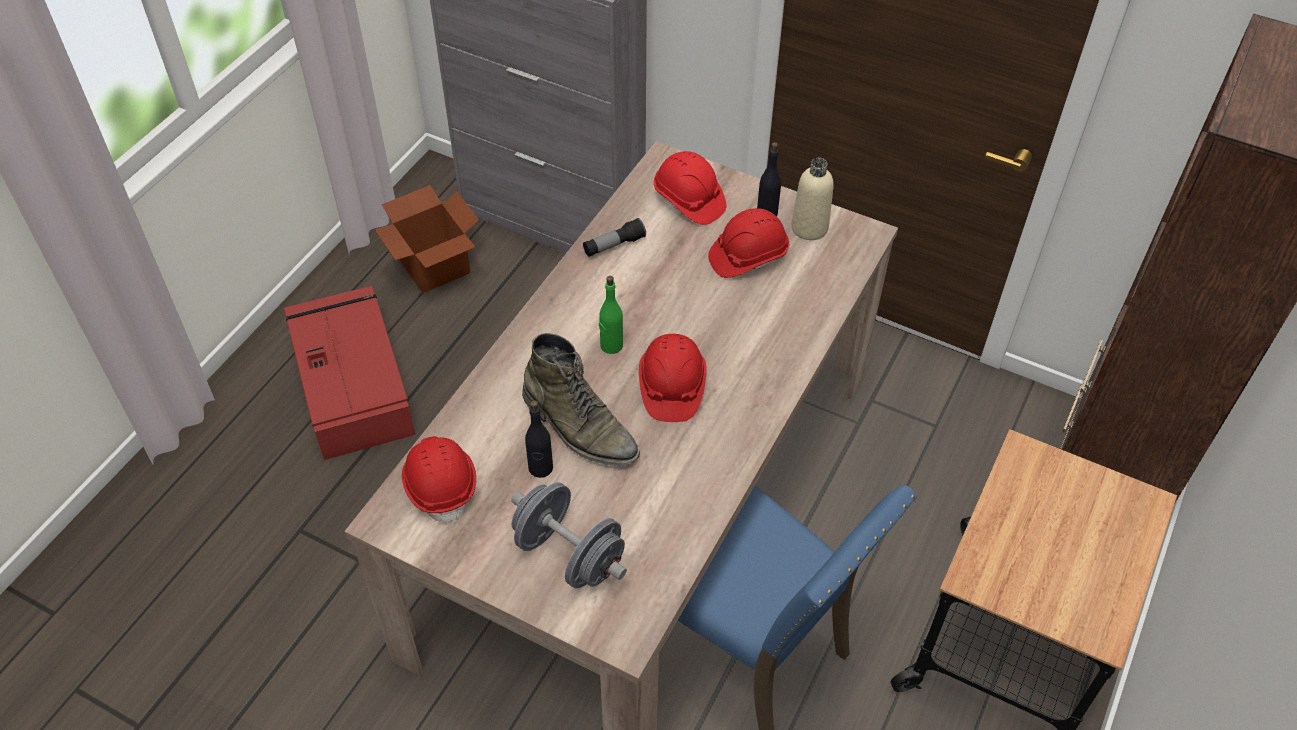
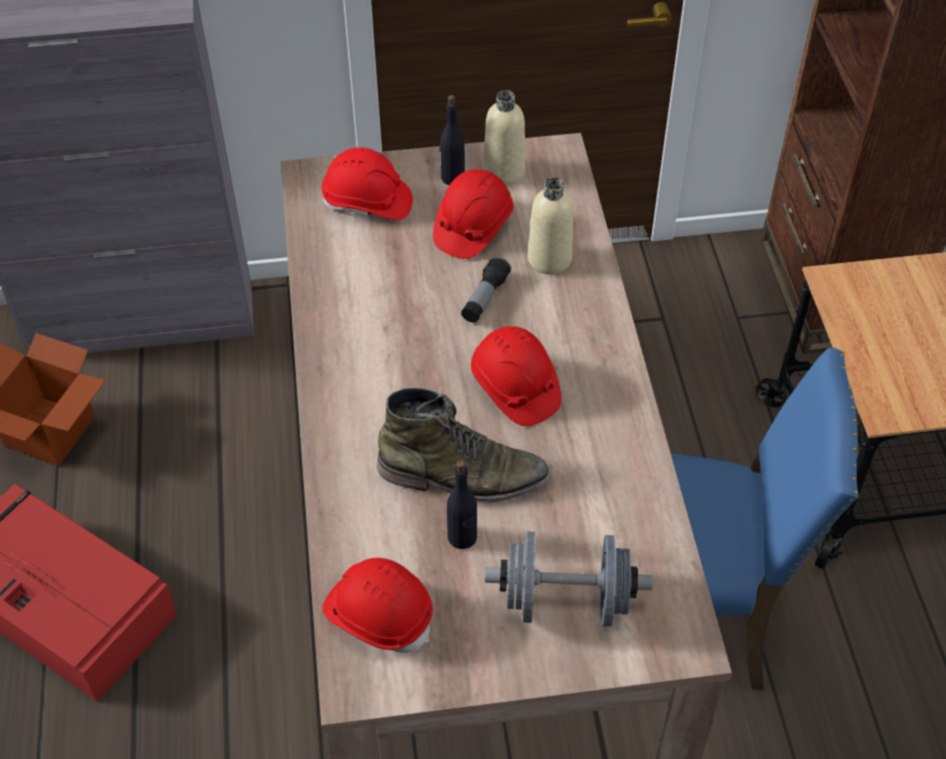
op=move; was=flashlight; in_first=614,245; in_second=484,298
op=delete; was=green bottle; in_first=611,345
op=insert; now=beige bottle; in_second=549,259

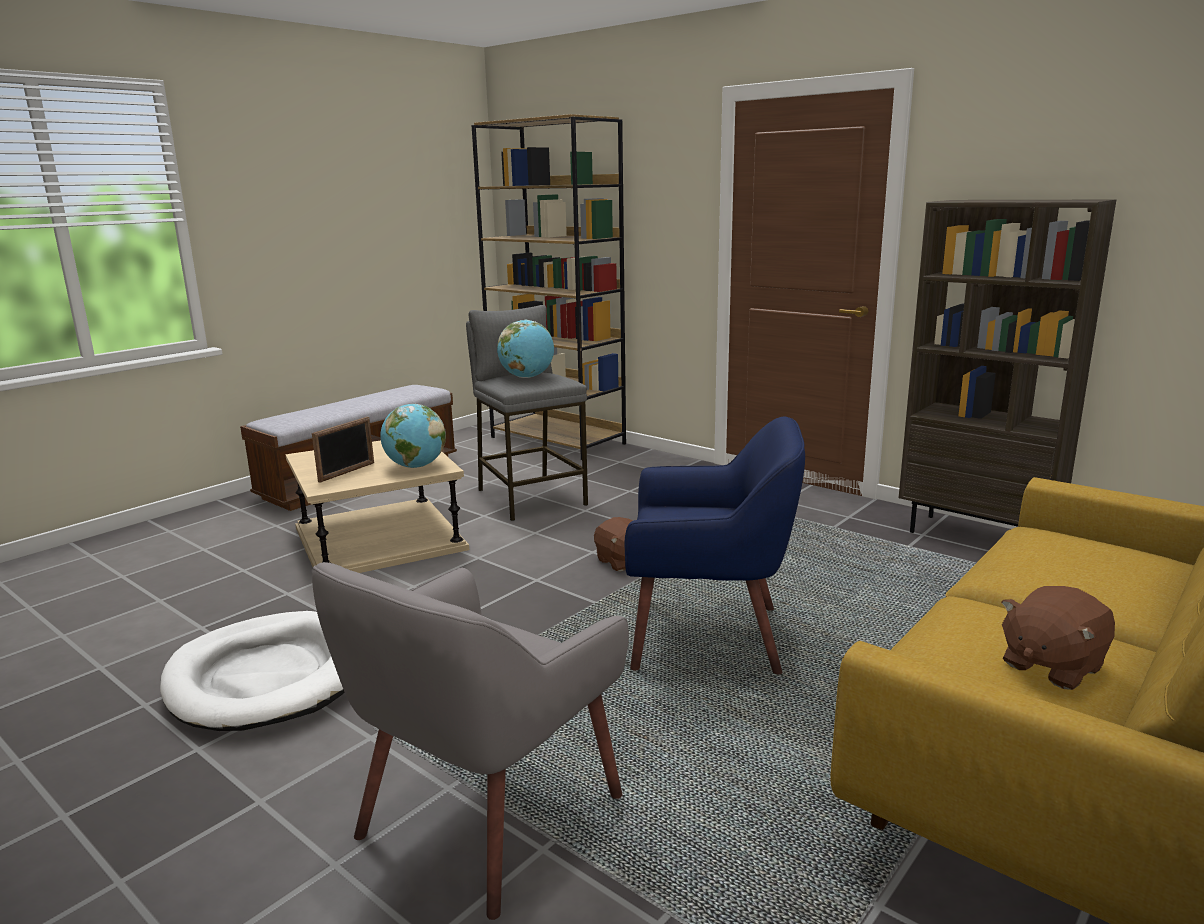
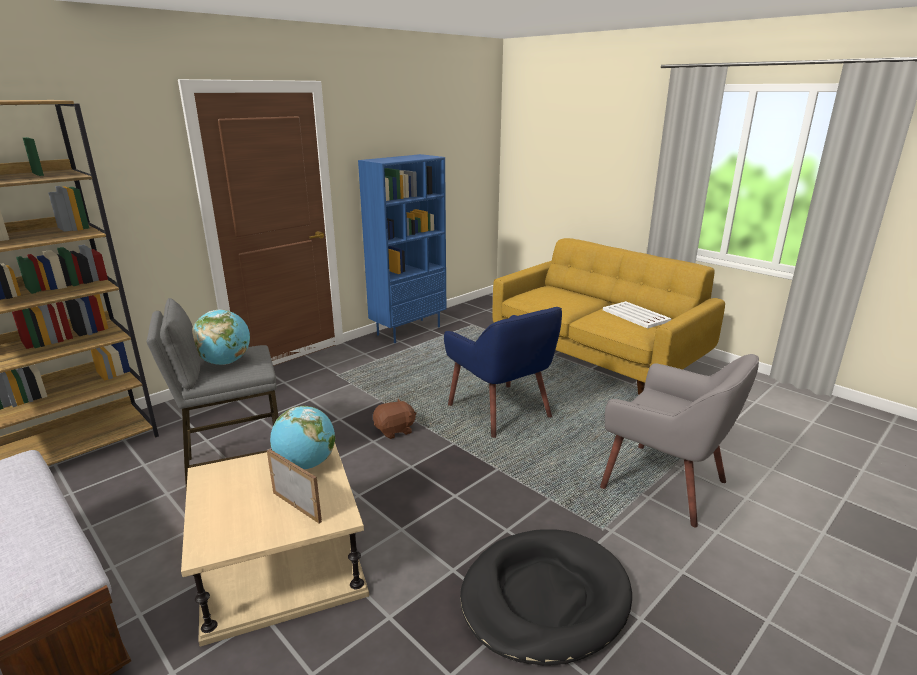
op=recolor; was=white dog bed; now=black dog bed; in_first=267,677; in_second=544,598
op=rotate; was=blue armchair; in_first=709,636; in_second=501,411; clockwise=135
op=recolor; was=brown bookcase; now=blue bookcase; in_first=978,537; in_second=408,330
op=replace; was=brown plush toy; now=white tray; in_first=1051,665; in_second=635,315

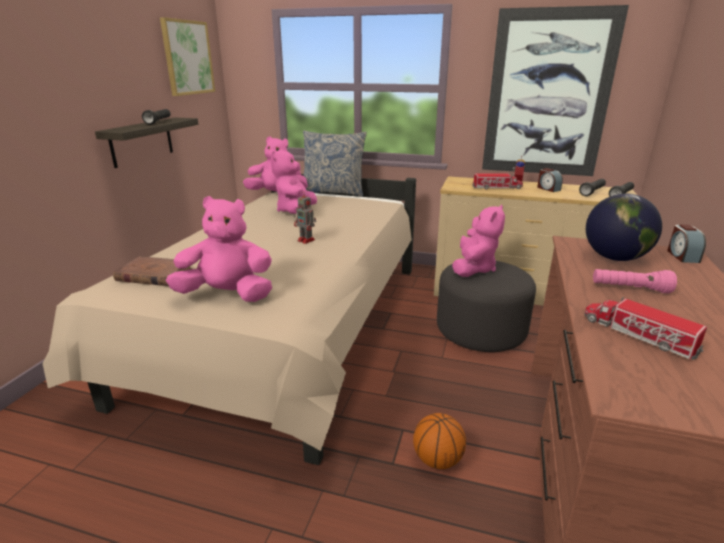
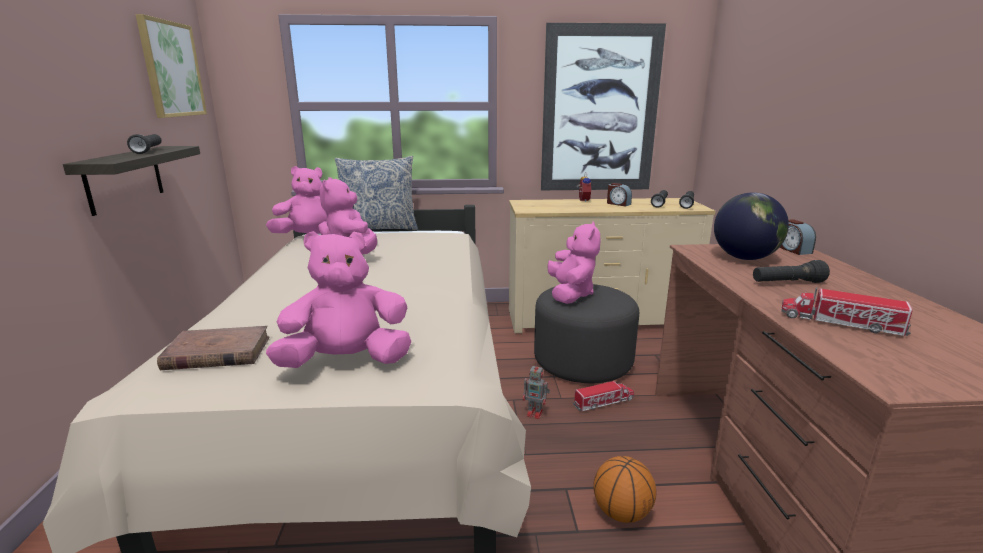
op=move; was=toy robot; in_first=306,240; in_second=535,413
op=move; was=toy truck; in_first=496,188; in_second=604,402
op=recolor; was=pink flashlight; now=black flashlight; in_first=630,289; in_second=787,283

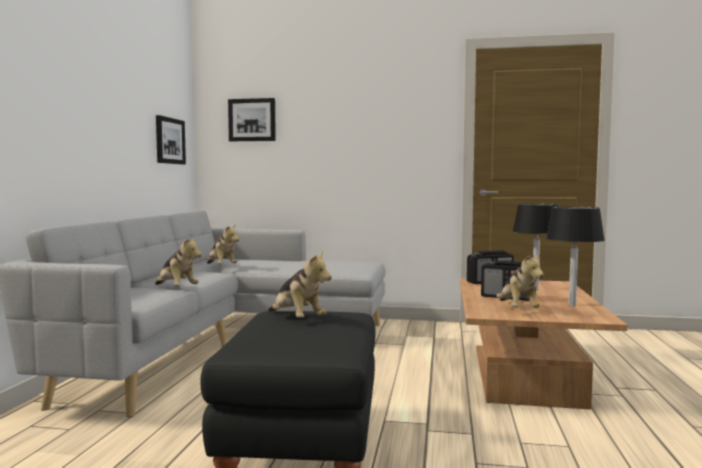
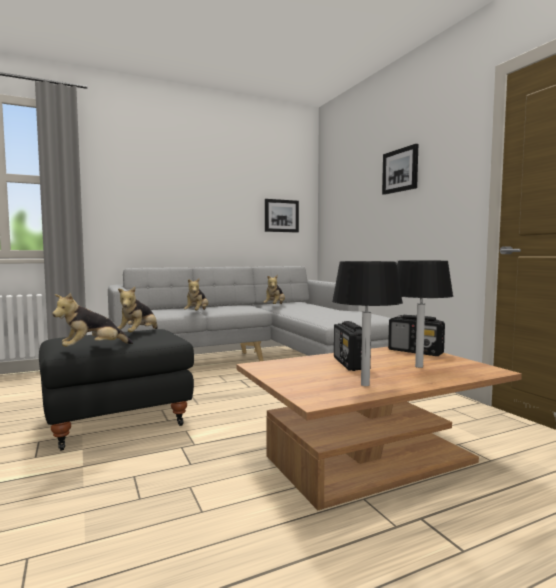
op=move; was=picture; in_first=252,120; in_second=400,170
op=move; was=plush toy; in_first=517,309; in_second=92,349

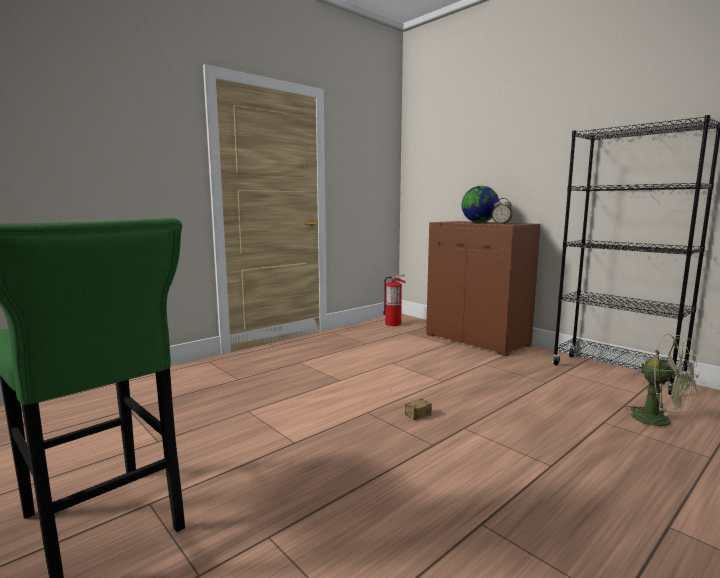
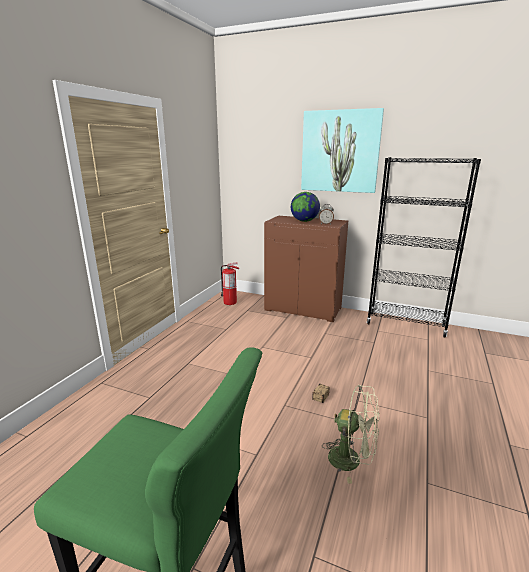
op=move; was=green fan; in_first=660,421; in_second=351,460
op=insert; now=picture; in_second=340,151

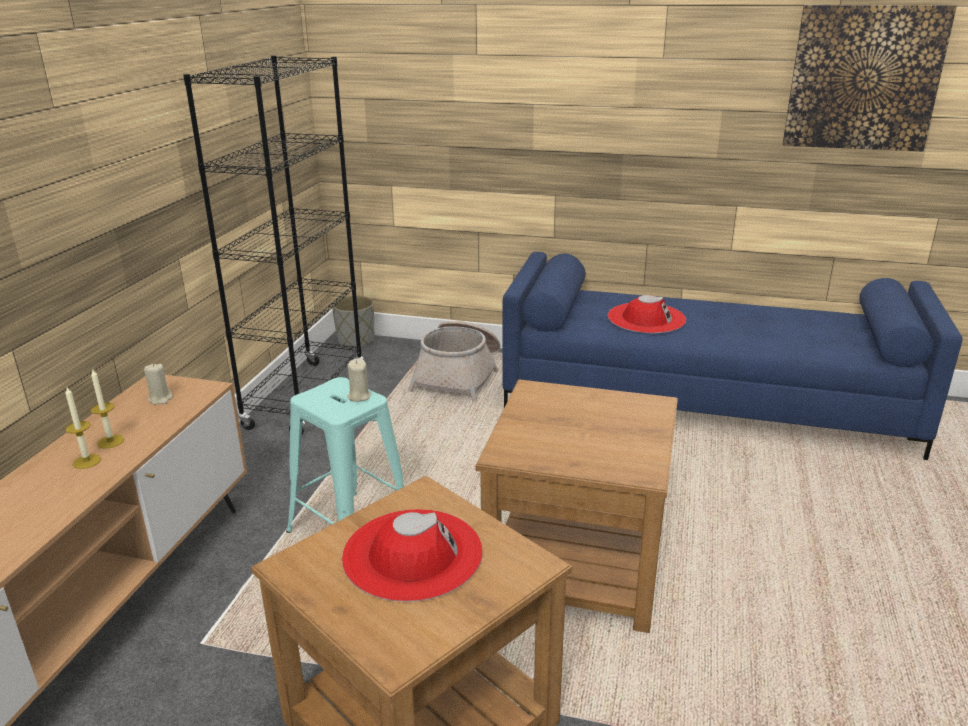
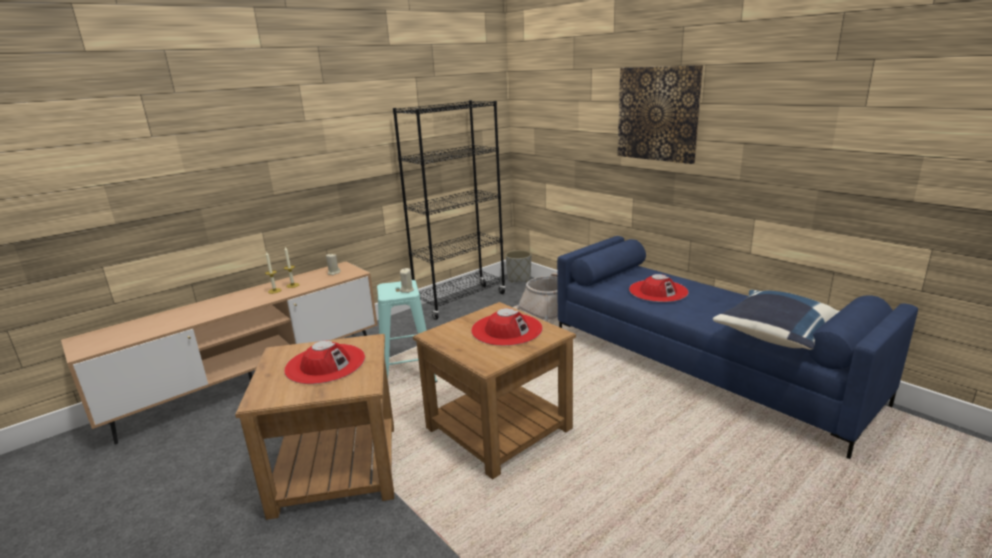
op=move; was=picture; in_first=863,78; in_second=658,114
op=insert; now=red hat; in_second=506,329
op=insert; now=blue pillow; in_second=775,336

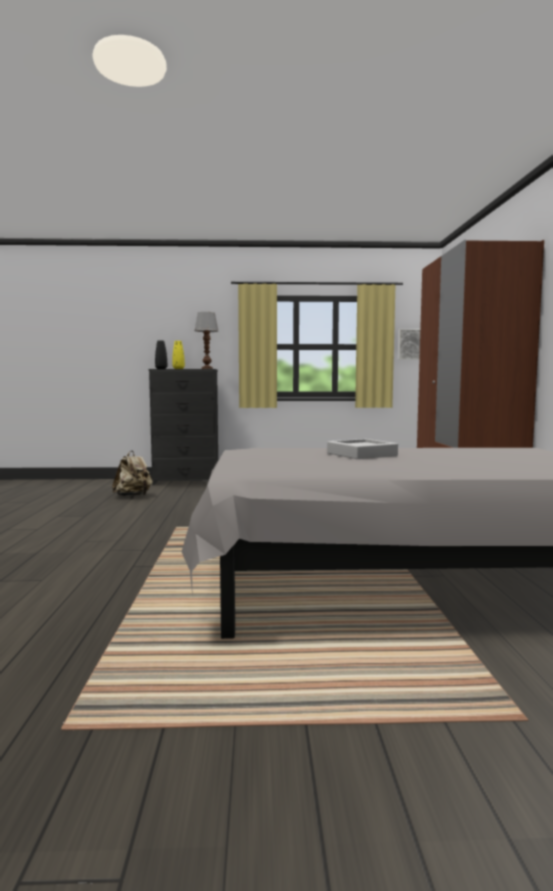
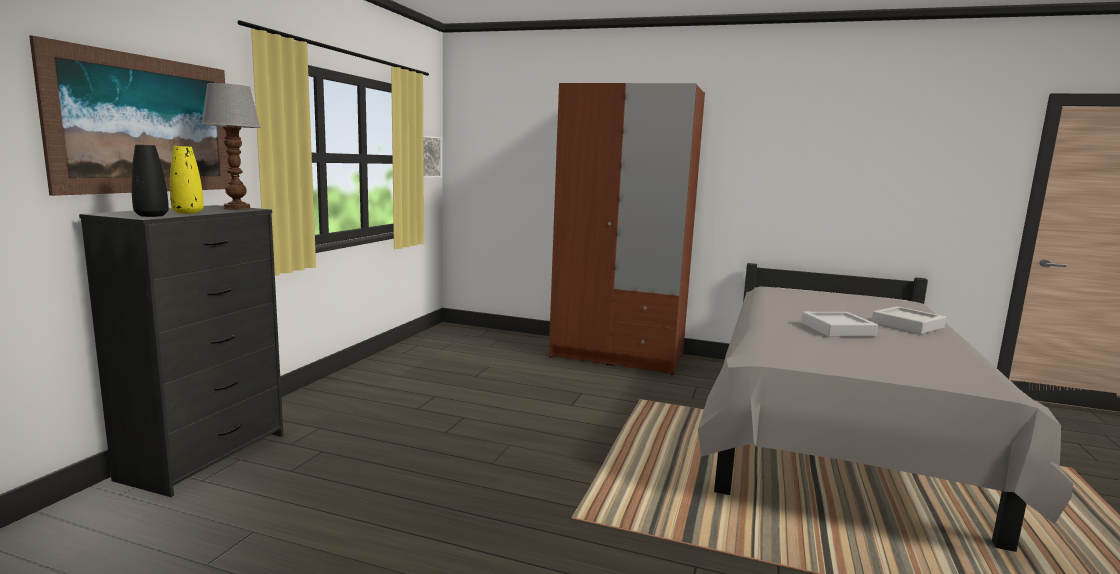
op=delete; was=beige backpack; in_first=133,496
op=insert; now=picture; in_second=146,124
op=insert; now=grey tray; in_second=907,325

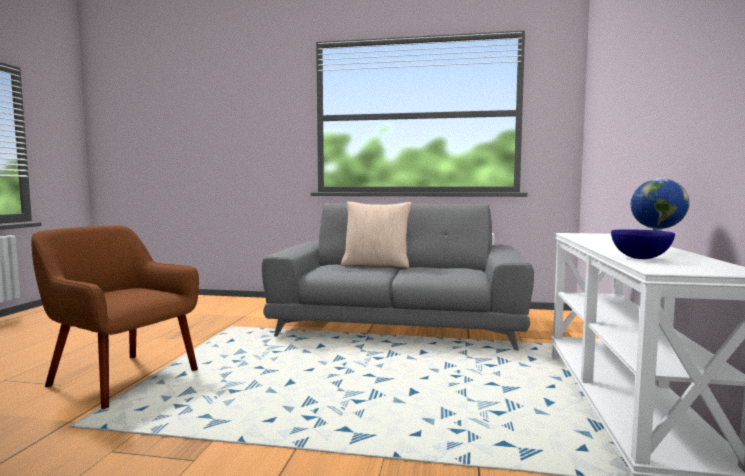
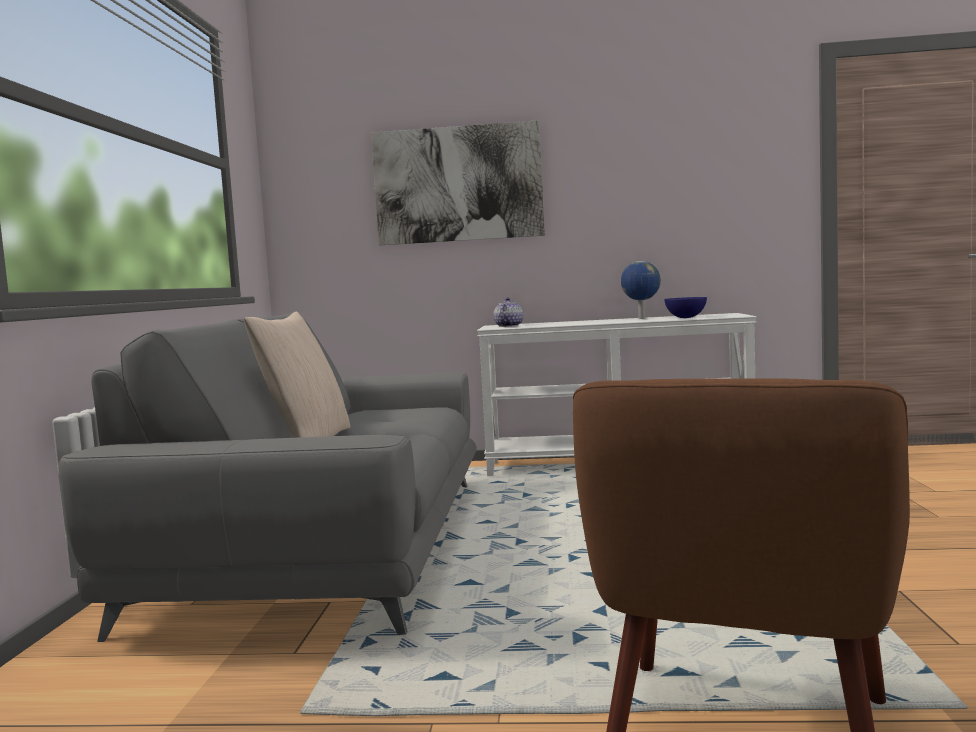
op=insert; now=picture; in_second=458,184
op=insert; now=teapot; in_second=508,326

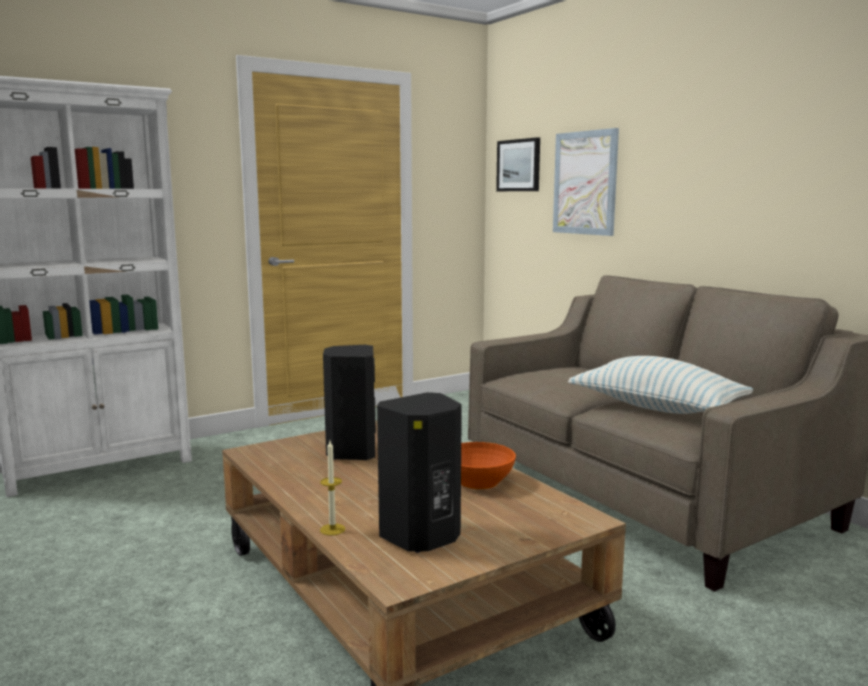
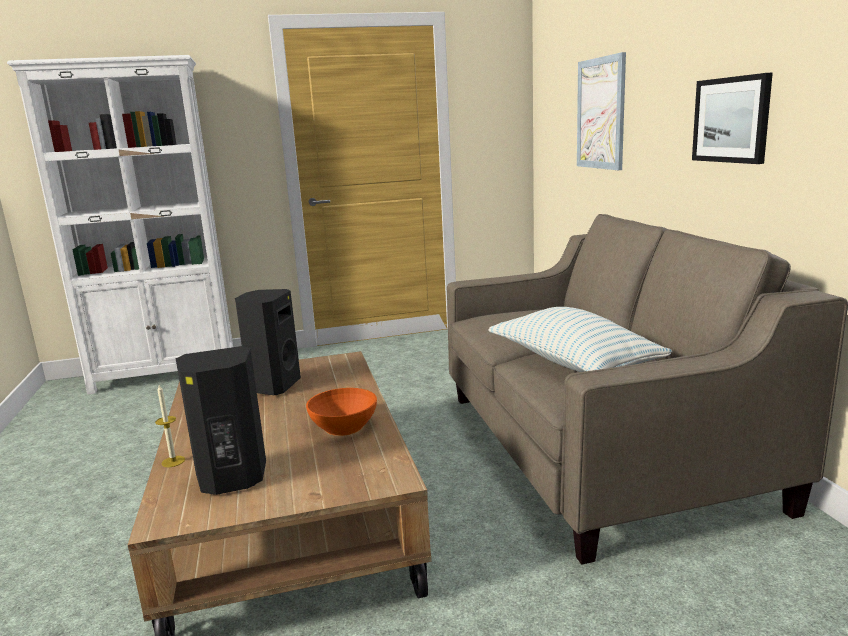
op=move; was=picture; in_first=519,165; in_second=731,120

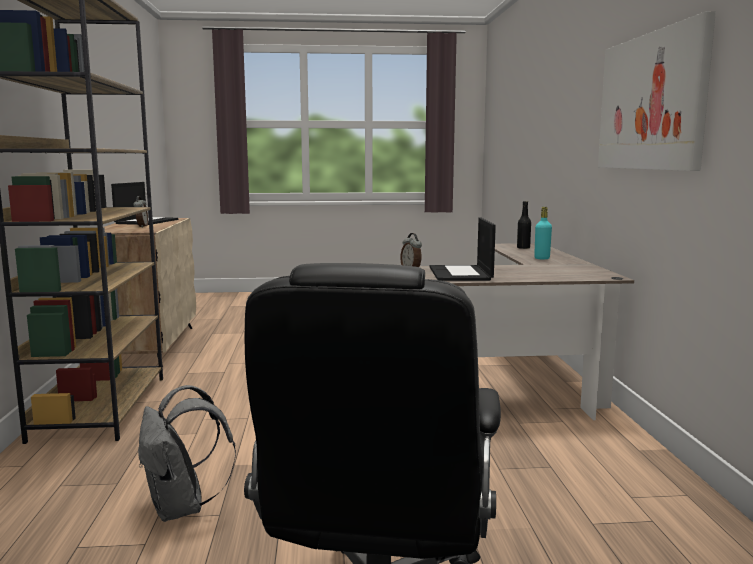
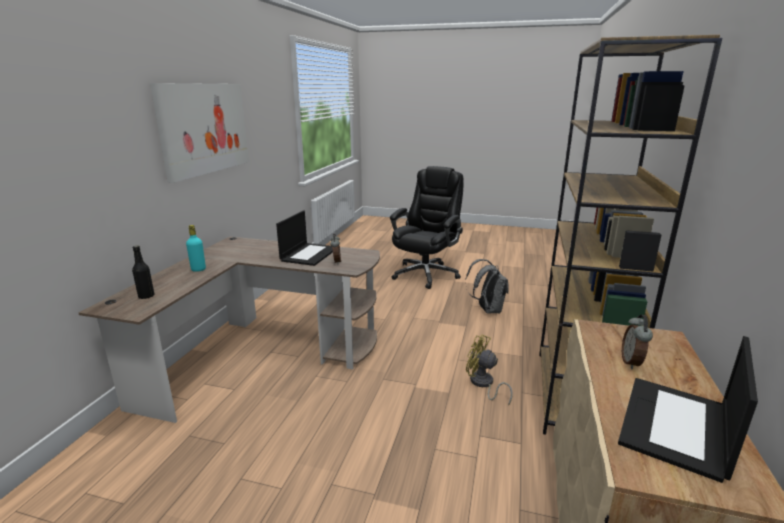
op=insert; now=yellow fan; in_second=483,384

